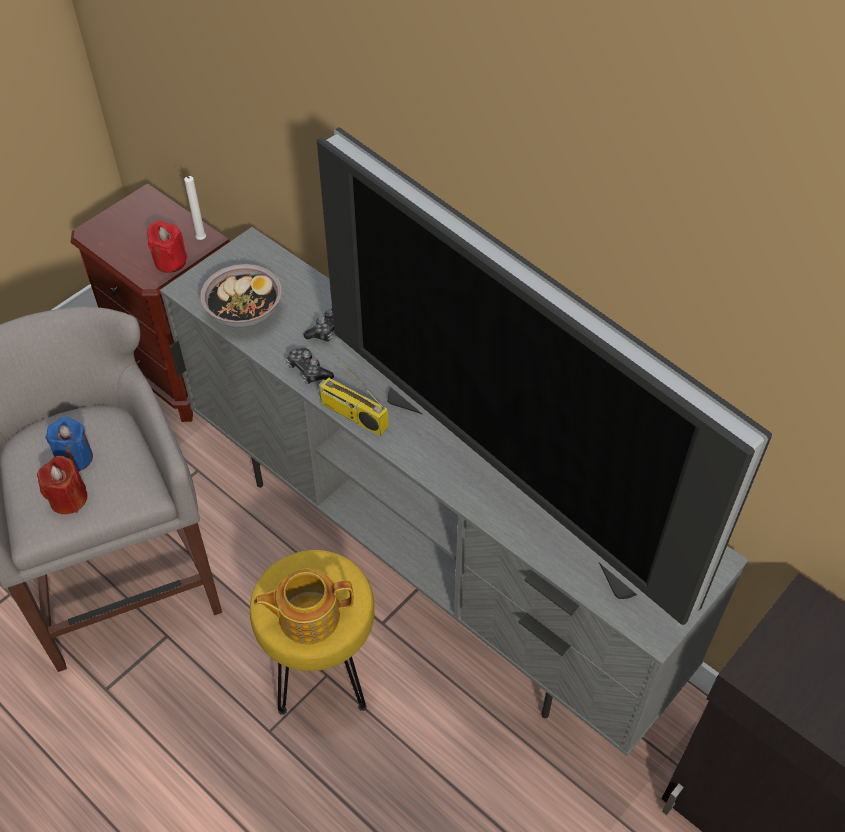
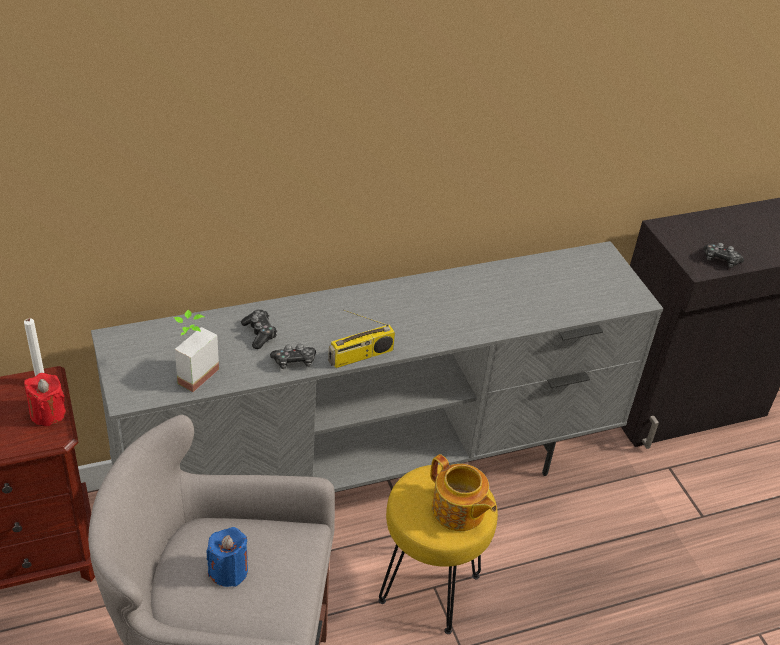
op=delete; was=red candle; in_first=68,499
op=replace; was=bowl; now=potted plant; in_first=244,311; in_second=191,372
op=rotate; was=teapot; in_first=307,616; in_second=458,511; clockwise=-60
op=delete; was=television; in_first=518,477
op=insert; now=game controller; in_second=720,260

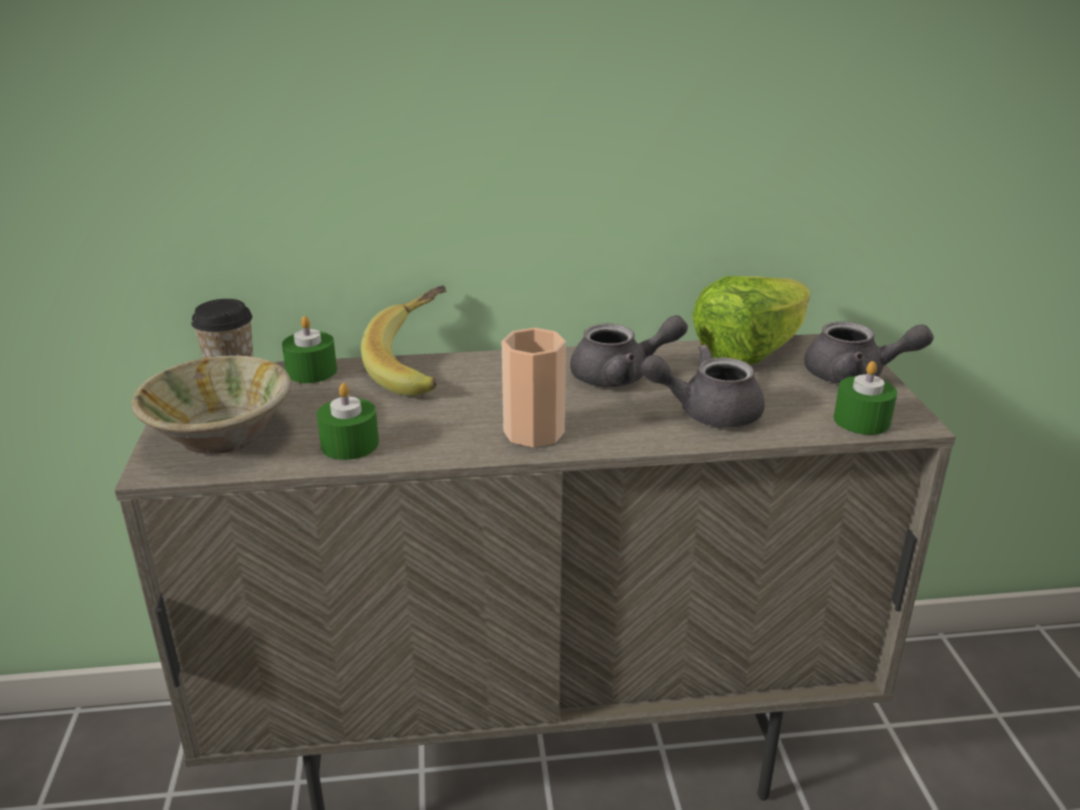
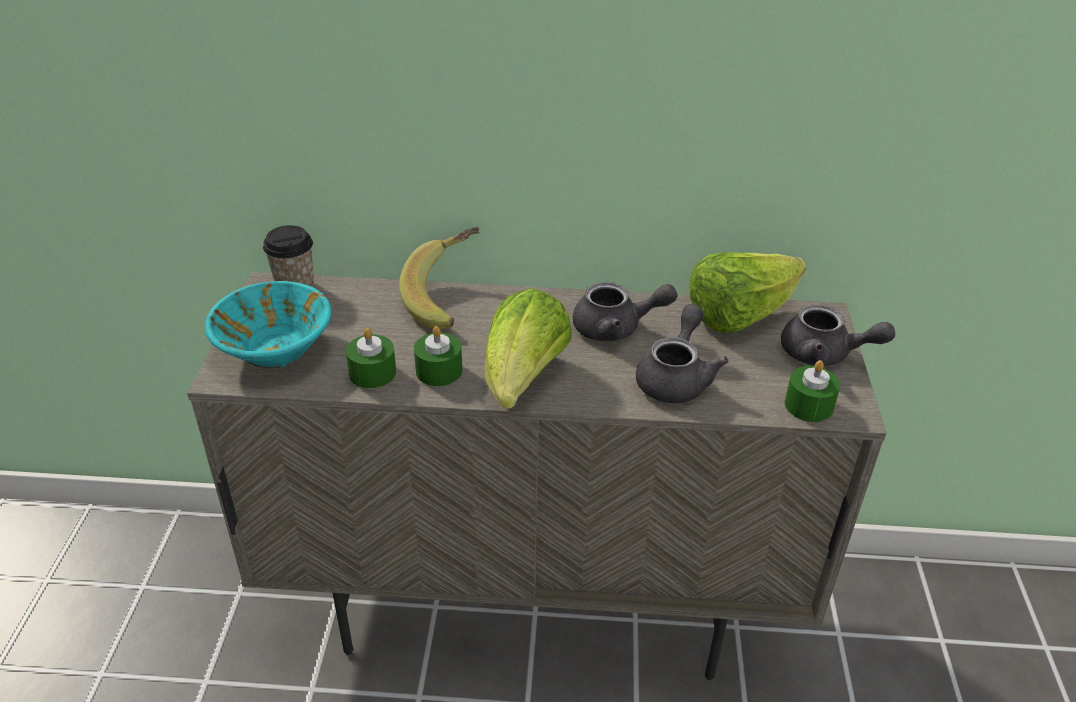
op=recolor; was=beige bowl; now=turquoise bowl; in_first=220,435; in_second=274,349
op=move; was=green candle; in_first=311,371; in_second=439,370
op=replace; was=cup; now=lettuce; in_first=534,432; in_second=523,380
op=rotate; was=grey teapot; in_first=706,412; in_second=676,378; clockwise=105

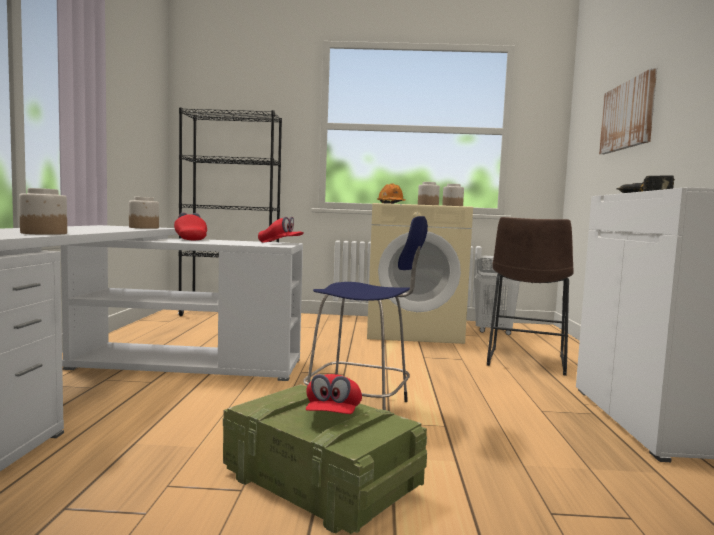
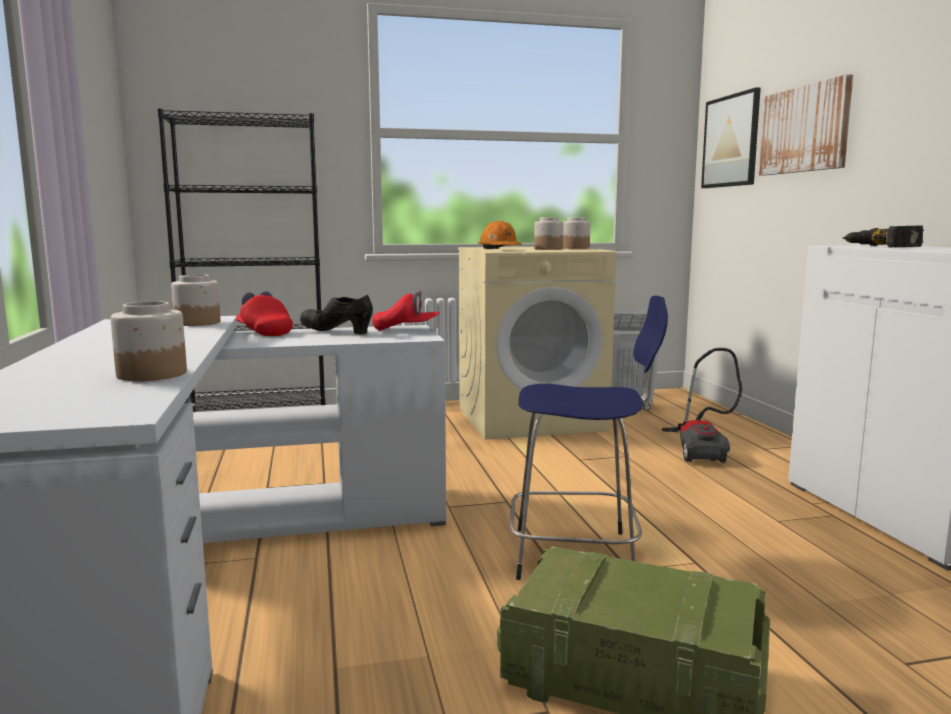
op=delete; was=red cap; in_first=332,416
op=replace; was=brown stool; now=vacuum cleaner; in_first=525,362; in_second=700,450
op=insert; now=black shoe; in_second=337,332
op=insert; now=picture; in_second=730,141

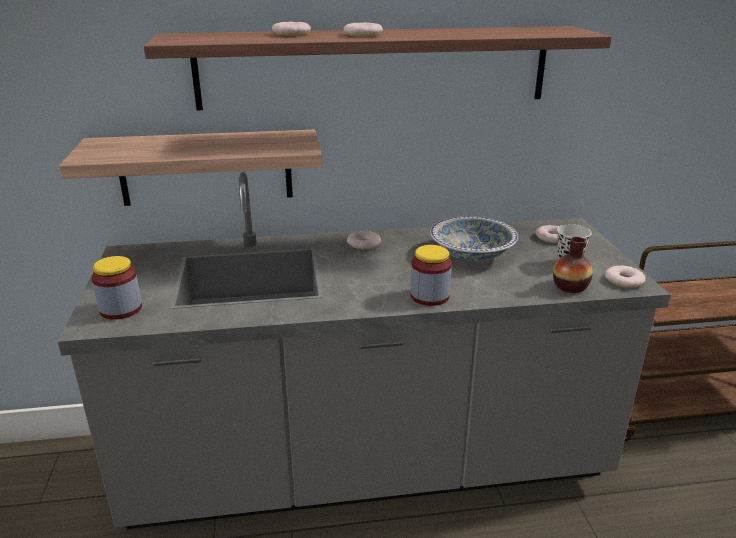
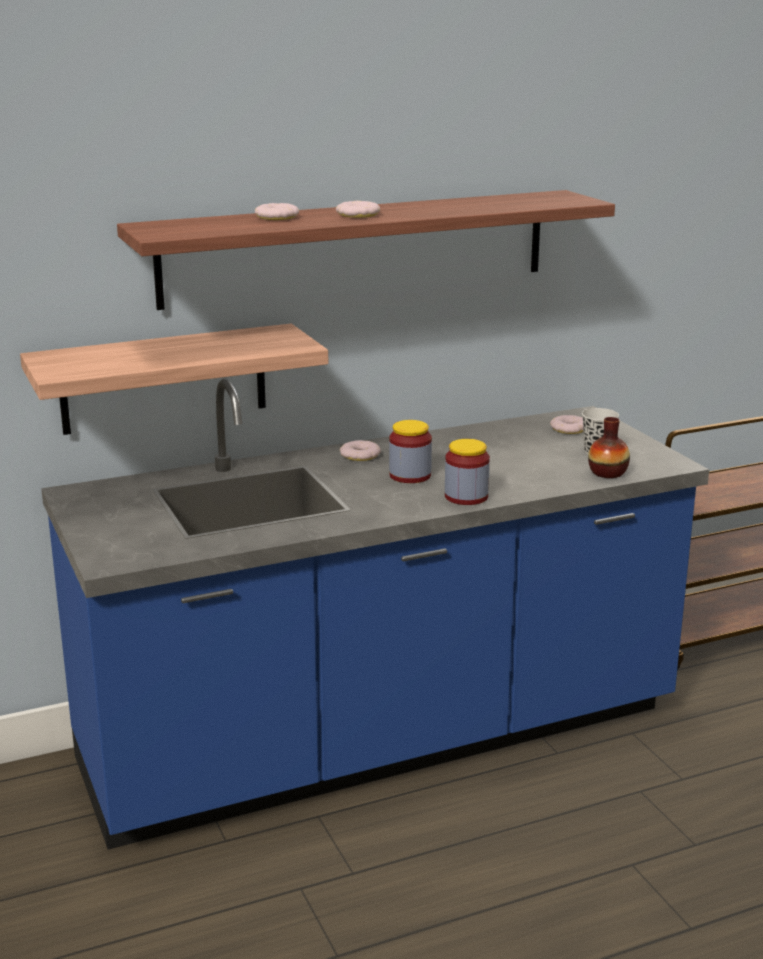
op=recolor; was=grey counter; now=blue counter; in_first=368,466; in_second=381,741
op=move; was=jar; in_first=121,309; in_second=410,475
op=delete; was=bowl; in_first=472,254
op=delete; was=donut; in_first=624,280

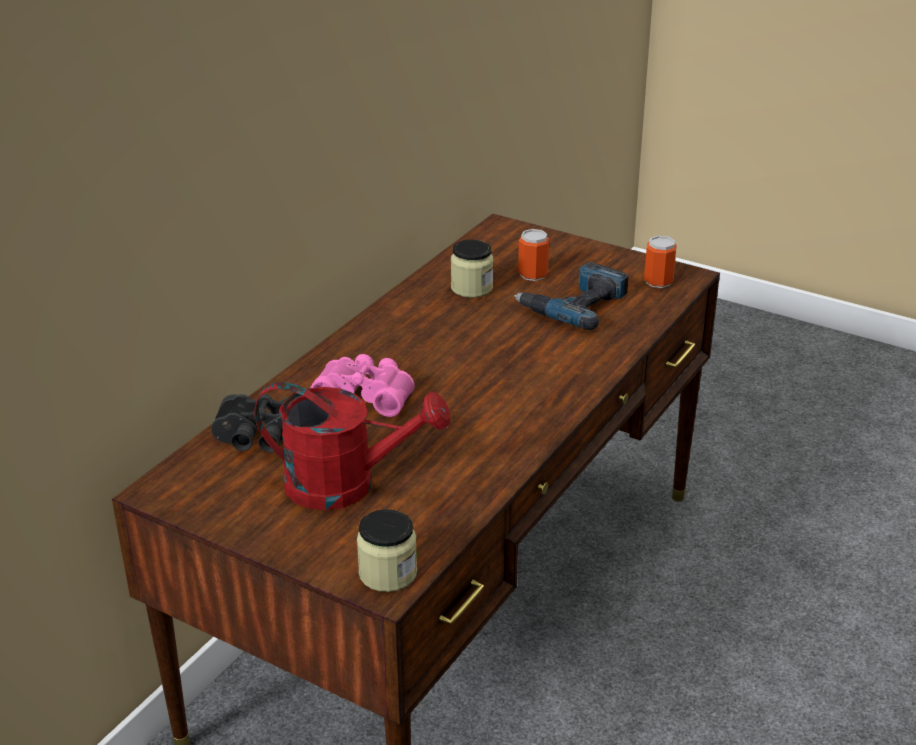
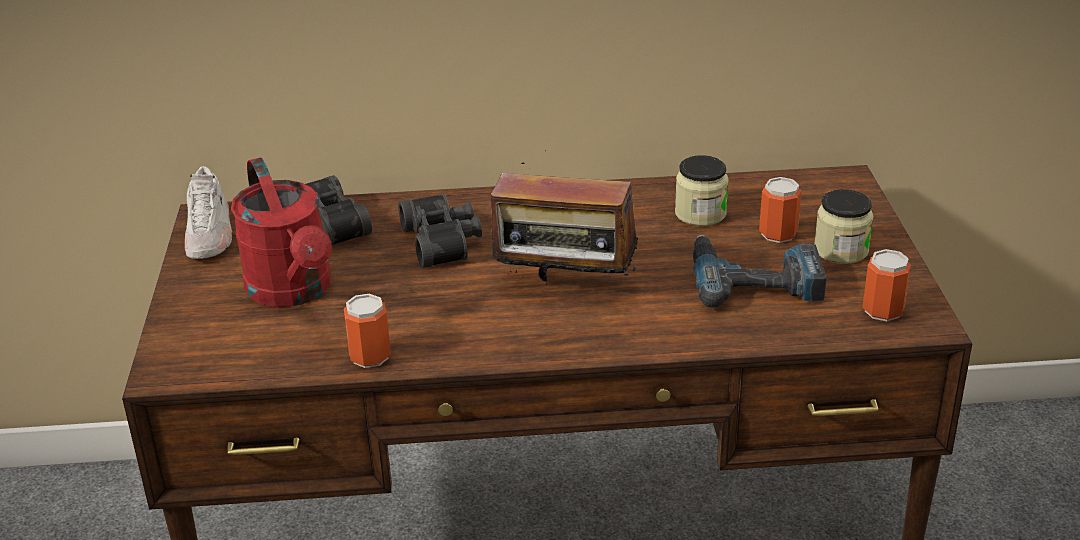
op=recolor; was=pink binoculars; now=black binoculars; in_first=366,394; in_second=443,241
op=move; was=jar; in_first=388,573; in_second=841,250
op=insert; now=white shoe; in_second=210,235
op=insert; now=can; in_second=370,356
op=insert; now=radio; in_second=564,289

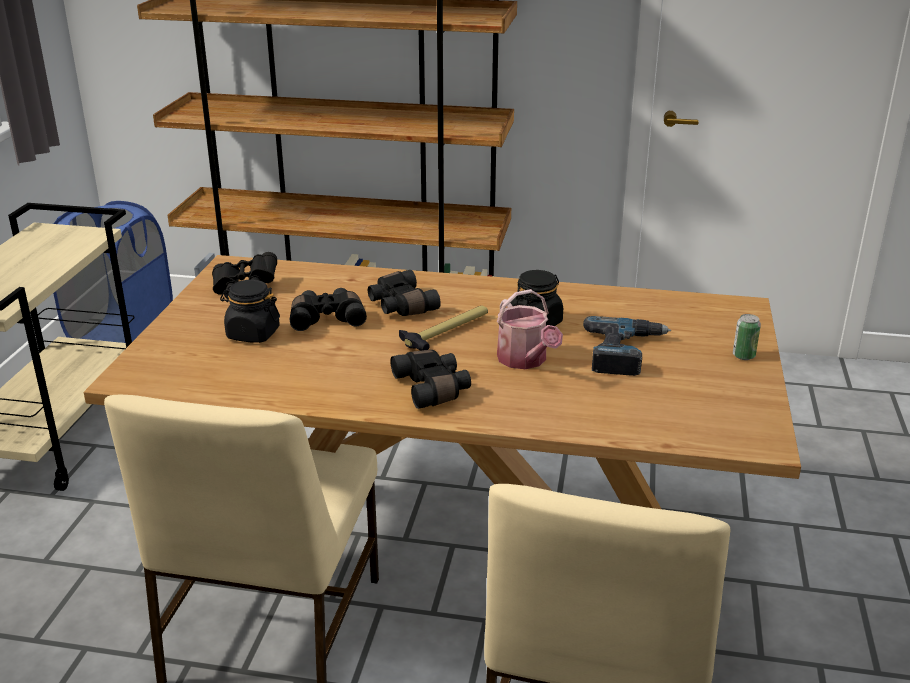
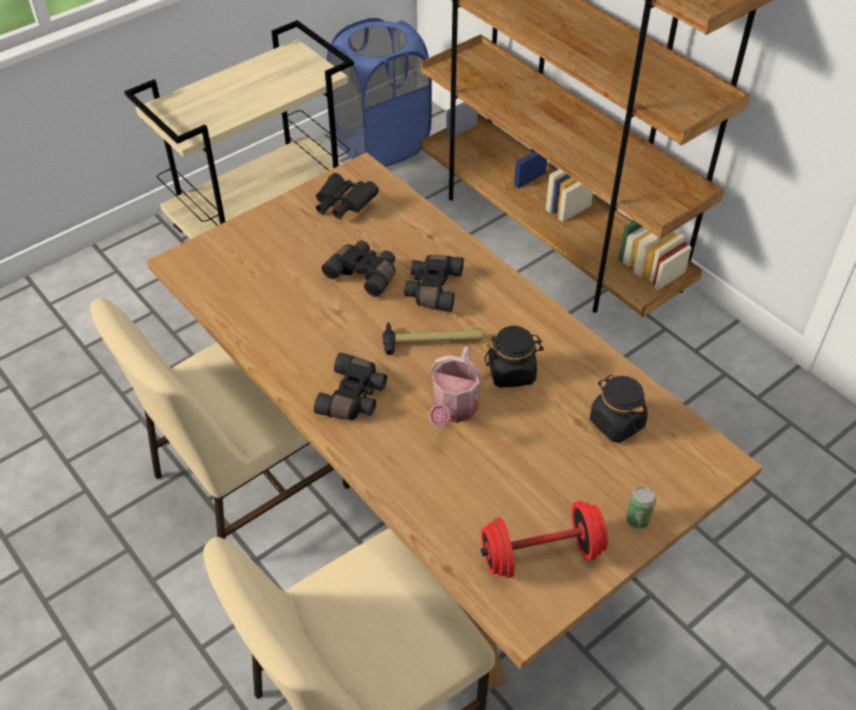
op=move; was=black jar; in_first=252,334; in_second=616,423
op=delete; was=power drill; in_first=625,353
op=insert; now=red dumbbell; in_second=541,554

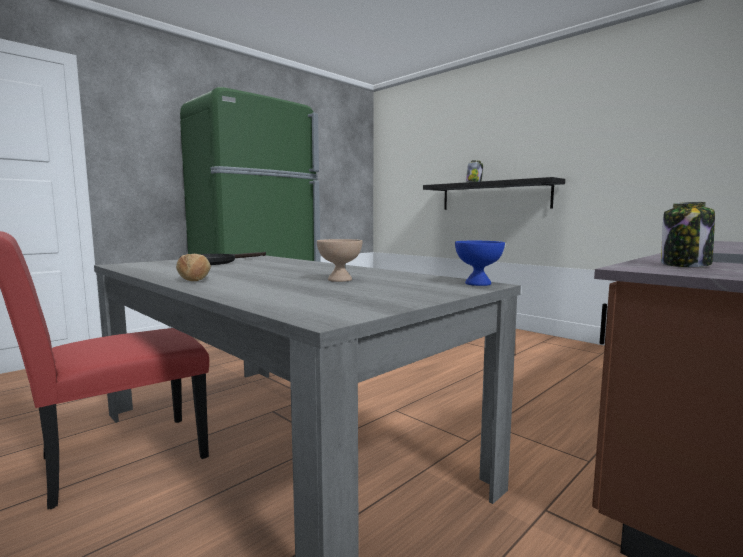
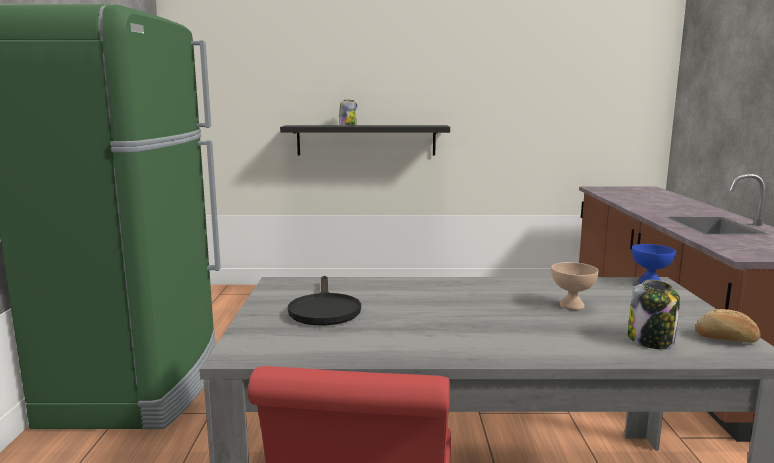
op=move; was=bread; in_first=194,280; in_second=726,339
op=move; was=jar; in_first=685,265; in_second=651,341

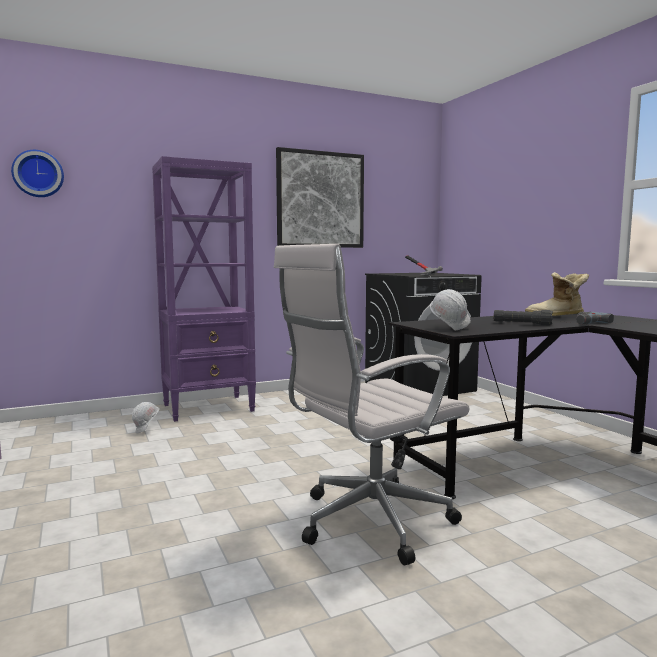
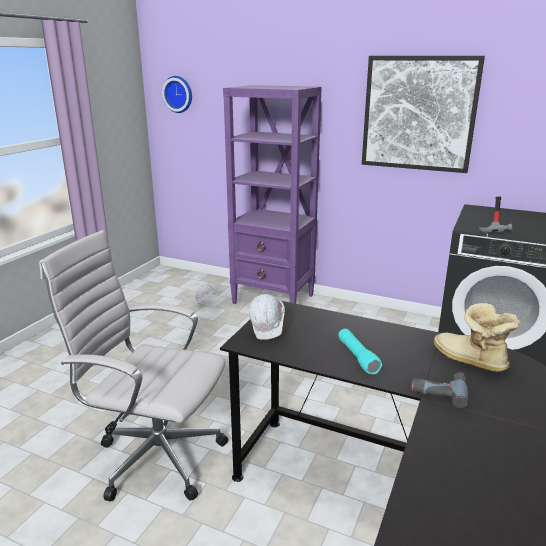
op=recolor; was=black flashlight; now=turquoise flashlight; in_first=522,324; in_second=357,357

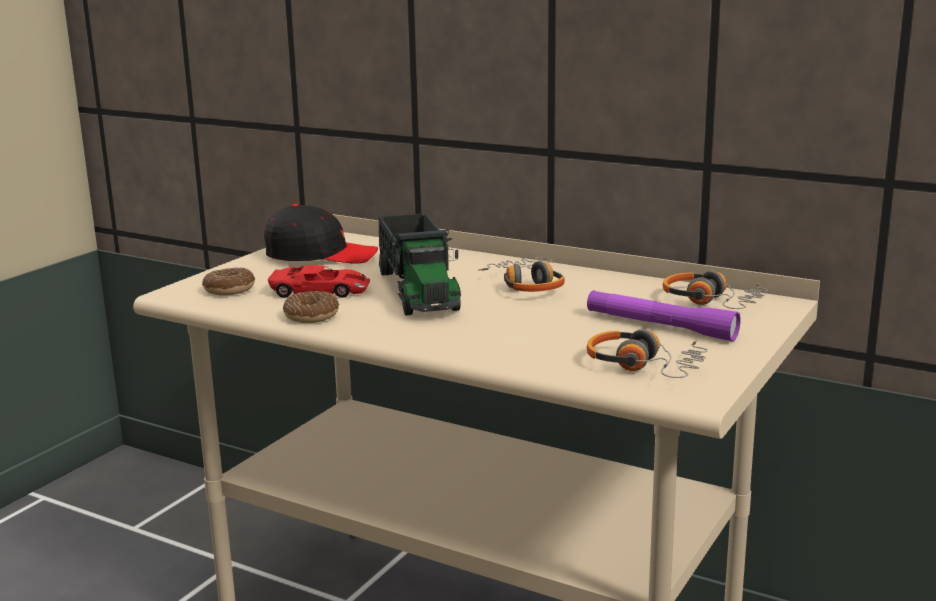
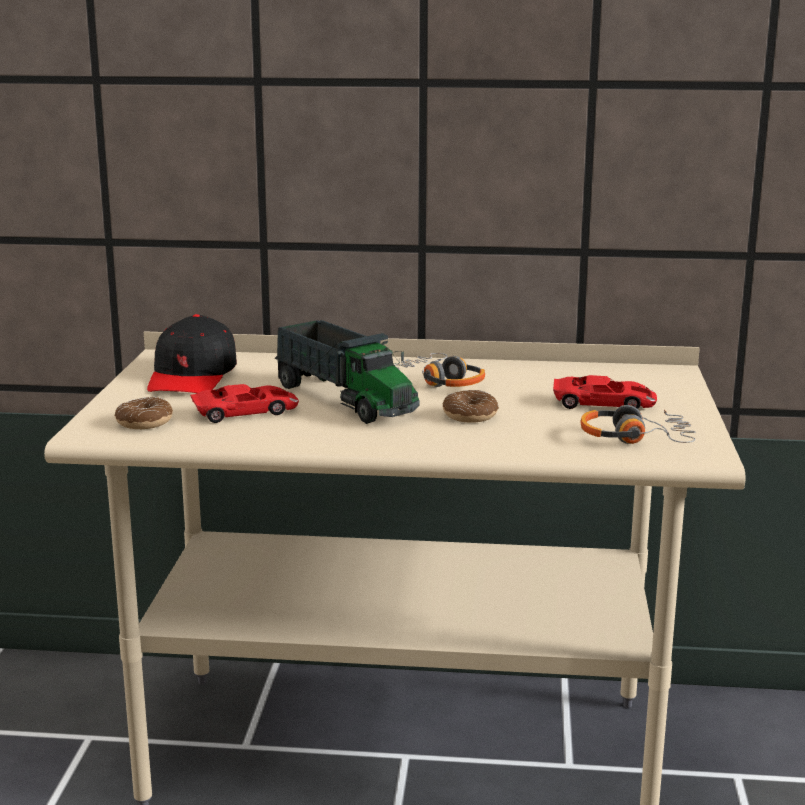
op=rotate; was=black cap; in_first=320,255; in_second=192,376; clockwise=120
op=move; was=donut; in_first=311,316; in_second=470,415
op=replace; was=purple flashlight; now=red toy car; in_first=660,326; in_second=604,403
op=delete; was=headphones; in_first=712,302

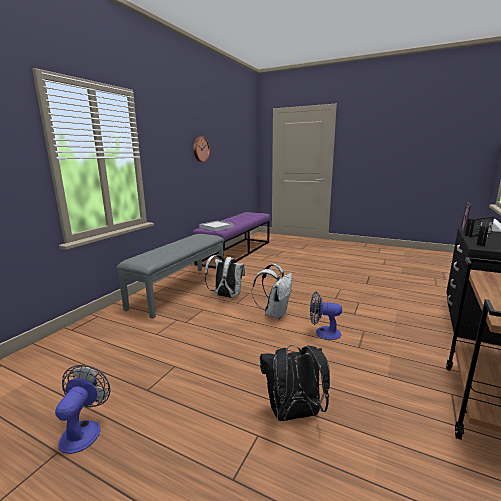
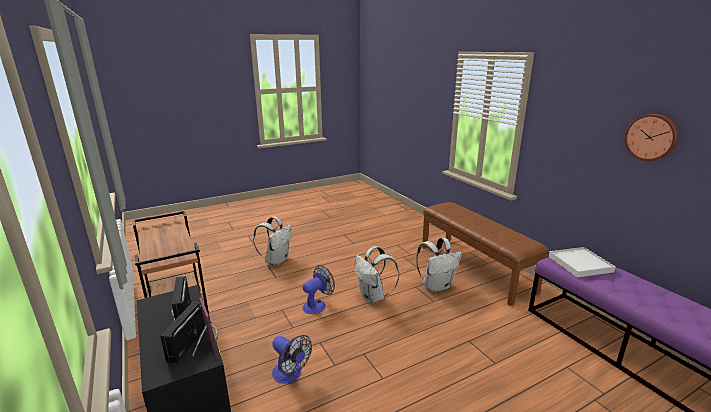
op=move; was=fan; in_first=84,430; in_second=290,375
op=recolor; was=grey bench; now=brown bench; in_first=179,289; in_second=475,268
op=recolor; was=black backpack; now=white backpack; in_first=293,414; in_second=276,260

